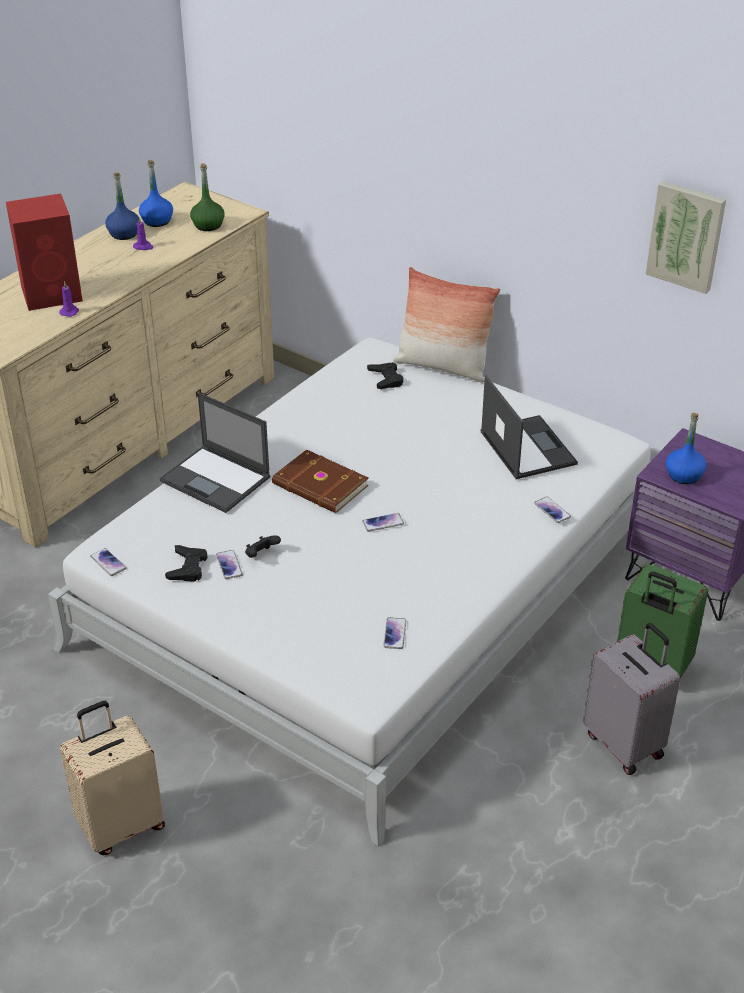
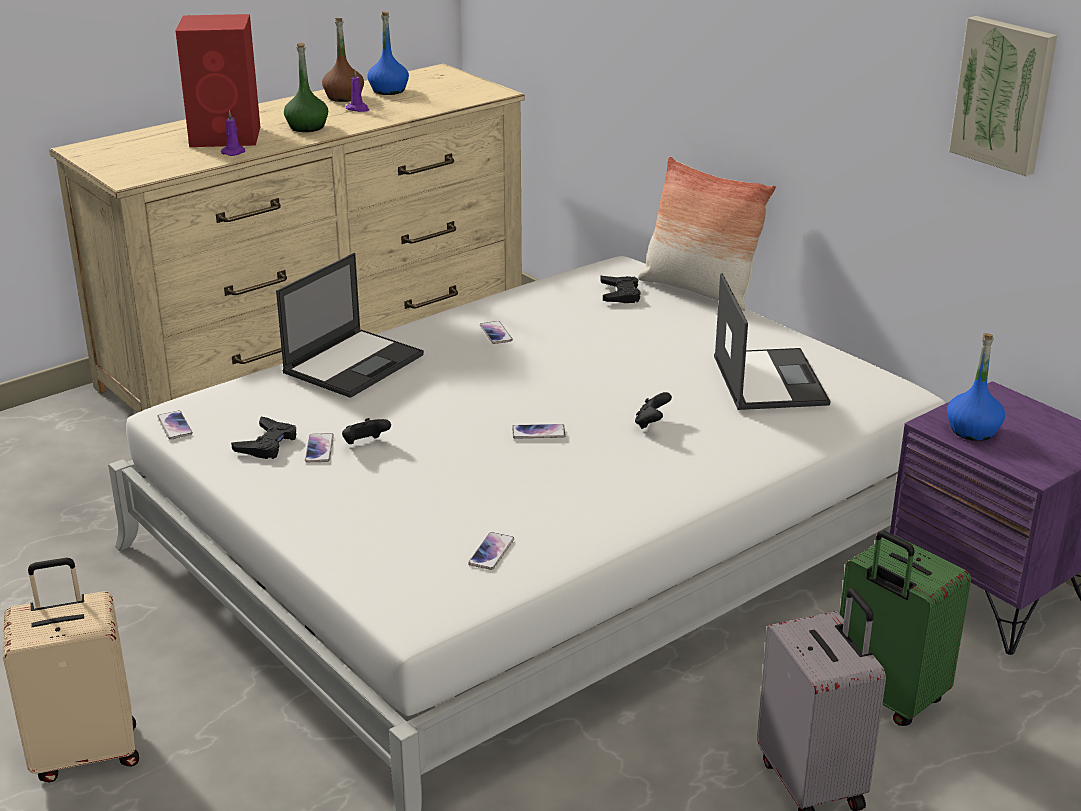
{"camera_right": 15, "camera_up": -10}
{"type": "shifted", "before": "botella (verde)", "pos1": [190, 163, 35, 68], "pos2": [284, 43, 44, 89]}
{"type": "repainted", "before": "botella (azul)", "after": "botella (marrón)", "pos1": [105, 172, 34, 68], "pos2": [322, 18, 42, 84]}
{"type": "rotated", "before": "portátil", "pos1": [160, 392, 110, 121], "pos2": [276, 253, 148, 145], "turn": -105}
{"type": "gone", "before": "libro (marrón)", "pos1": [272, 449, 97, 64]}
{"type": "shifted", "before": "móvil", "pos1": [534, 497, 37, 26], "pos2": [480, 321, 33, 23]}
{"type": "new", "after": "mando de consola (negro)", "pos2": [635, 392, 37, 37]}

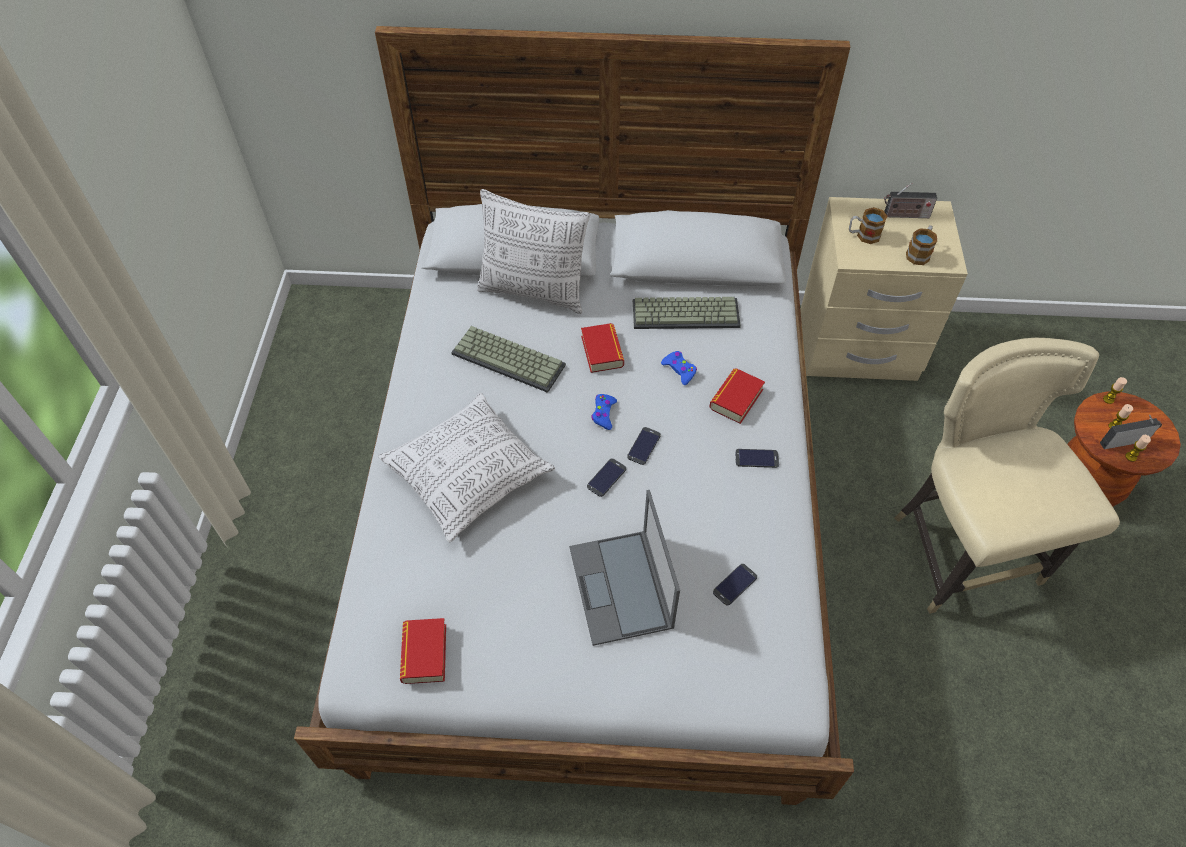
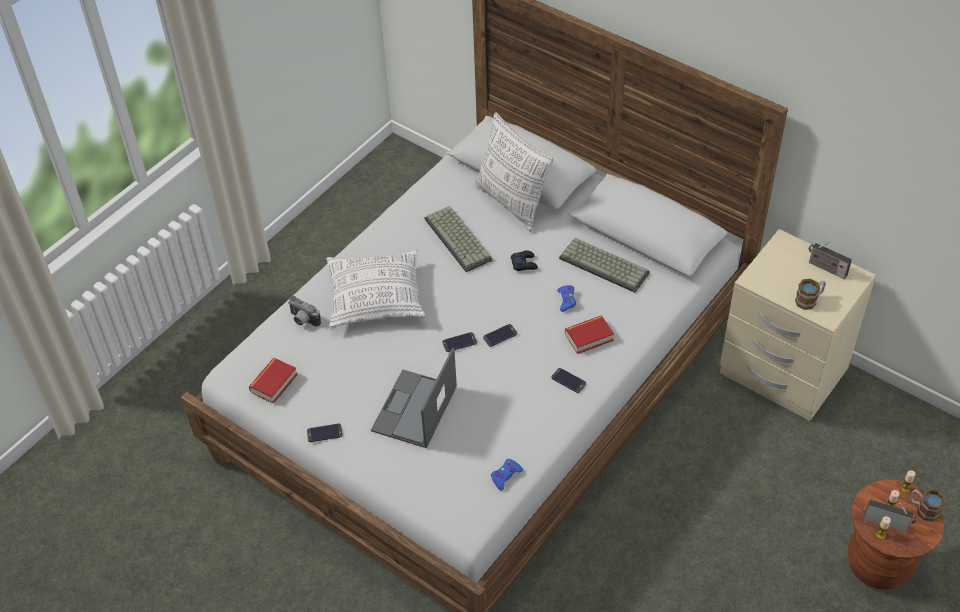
{"camera_right": 35, "camera_up": -5}
{"type": "shifted", "before": "taza grande", "pos1": [849, 207, 38, 37], "pos2": [910, 489, 35, 33]}
{"type": "swapped", "before": "libro", "after": "mando de consola (negro)", "pos1": [581, 323, 43, 50], "pos2": [511, 251, 27, 20]}
{"type": "gone", "before": "silla (beis)", "pos1": [894, 338, 226, 276]}
{"type": "shifted", "before": "mando de consola (azul)", "pos1": [591, 394, 26, 36], "pos2": [491, 459, 32, 31]}
{"type": "shifted", "before": "móvil", "pos1": [713, 564, 44, 41], "pos2": [307, 424, 36, 18]}
{"type": "new", "after": "cámara", "pos2": [288, 296, 33, 31]}

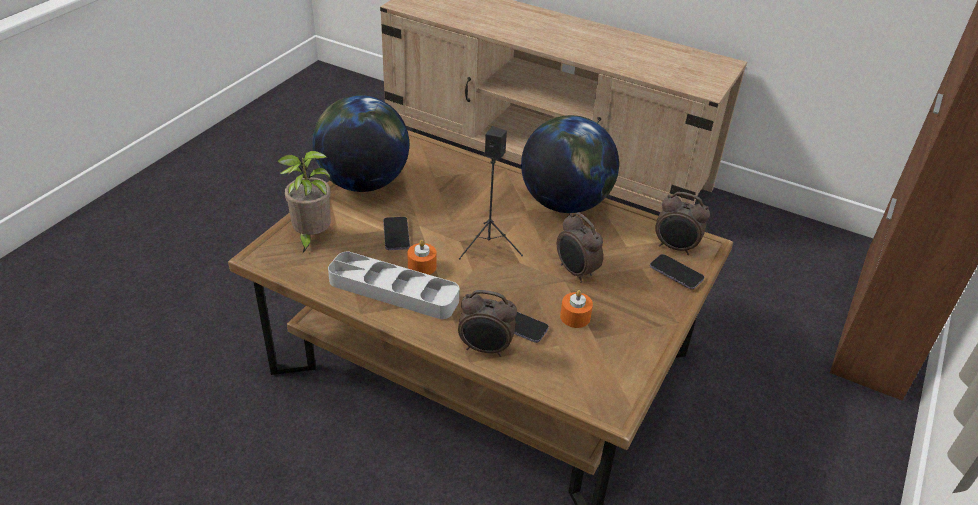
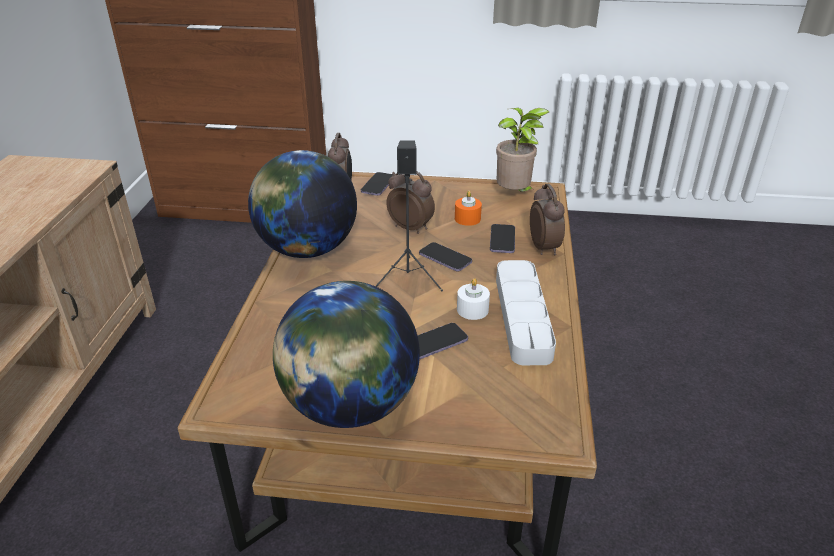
{"camera_right": -110, "camera_up": -5}
{"type": "shifted", "before": "planta en maceta", "pos1": [277, 151, 54, 102], "pos2": [496, 108, 53, 84]}
{"type": "rotated", "before": "despertador", "pos1": [557, 213, 46, 70], "pos2": [386, 172, 49, 62], "turn": -90}
{"type": "repainted", "before": "vela (naranja)", "after": "vela (blanco)", "pos1": [407, 240, 30, 35], "pos2": [457, 278, 33, 42]}
{"type": "new", "after": "móvil", "pos2": [419, 242, 53, 29]}

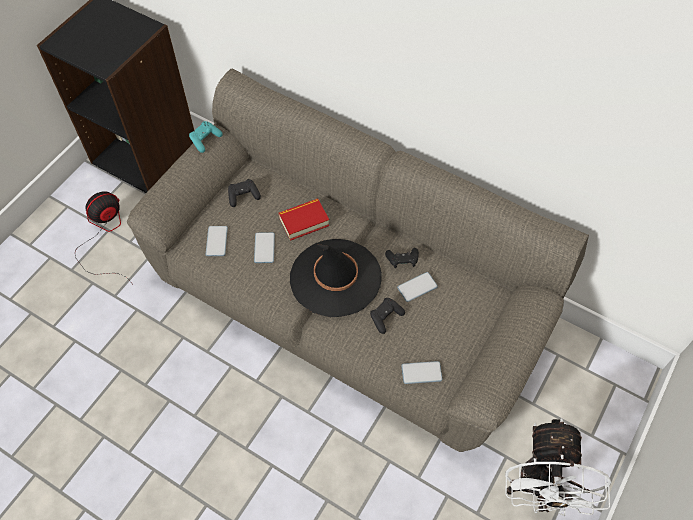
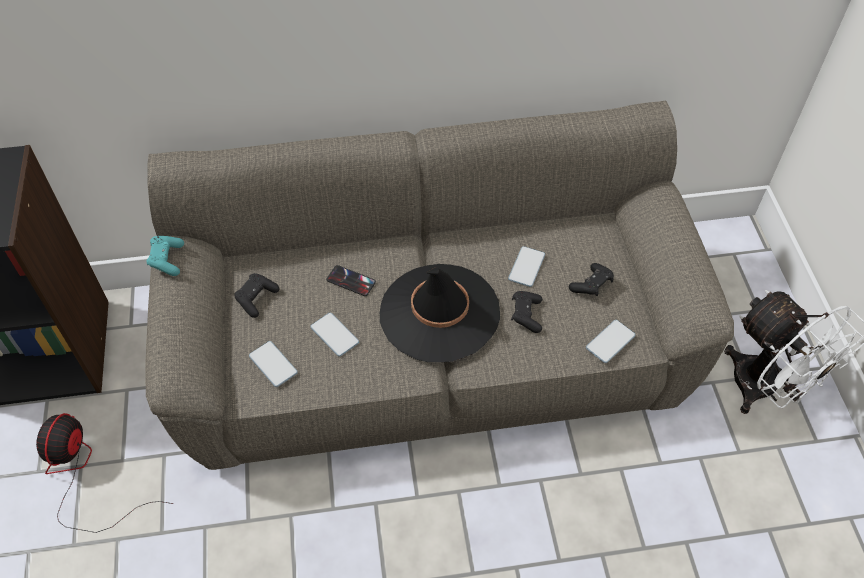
{"camera_right": -40, "camera_up": -5}
{"type": "swapped", "before": "libro", "after": "móvil", "pos1": [279, 199, 50, 42], "pos2": [326, 265, 50, 31]}
{"type": "shifted", "before": "mando de consola (negro)", "pos1": [385, 248, 34, 20], "pos2": [569, 263, 45, 33]}

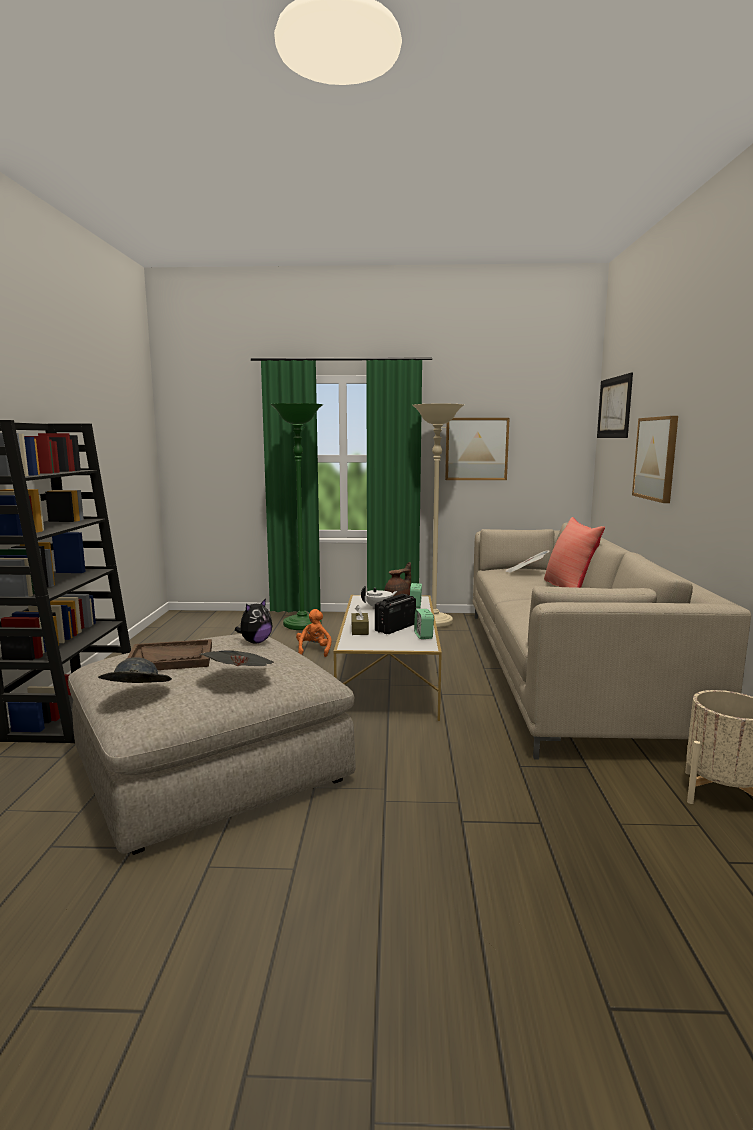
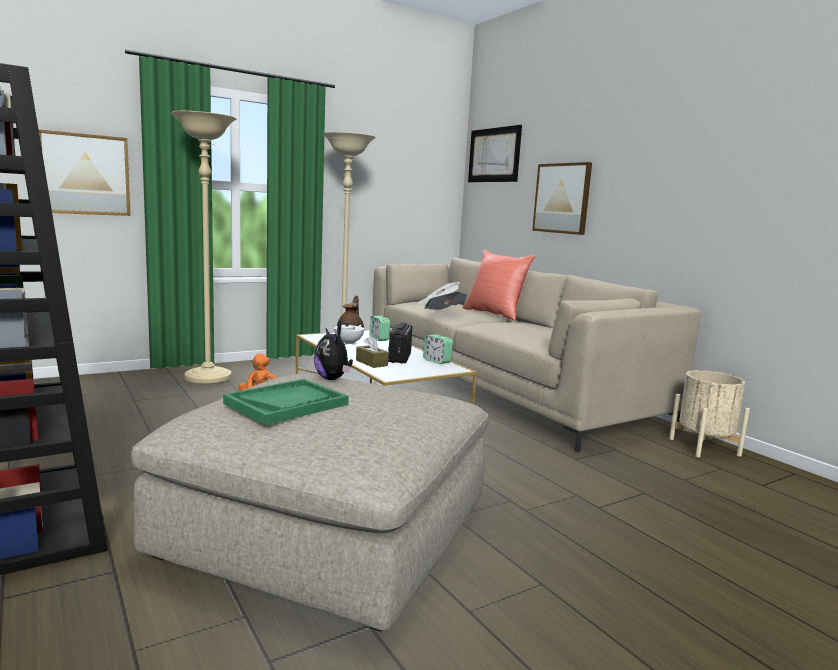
{"camera_right": -35, "camera_up": 0}
{"type": "repainted", "before": "lámpara de pie (verde)", "after": "lámpara de pie (beis)", "pos1": [270, 403, 53, 227], "pos2": [170, 111, 66, 274]}
{"type": "shifted", "before": "cuadro", "pos1": [445, 418, 65, 62], "pos2": [39, 129, 92, 87]}
{"type": "rotated", "before": "peluche", "pos1": [235, 598, 38, 46], "pos2": [314, 328, 39, 52], "turn": 150}
{"type": "repainted", "before": "bandeja (marrón)", "after": "bandeja (verde)", "pos1": [127, 639, 85, 31], "pos2": [223, 379, 126, 46]}
{"type": "shifted", "before": "periódico", "pos1": [200, 650, 74, 16], "pos2": [425, 292, 42, 18]}
{"type": "gone", "before": "sombrero (gris)", "pos1": [98, 657, 74, 26]}

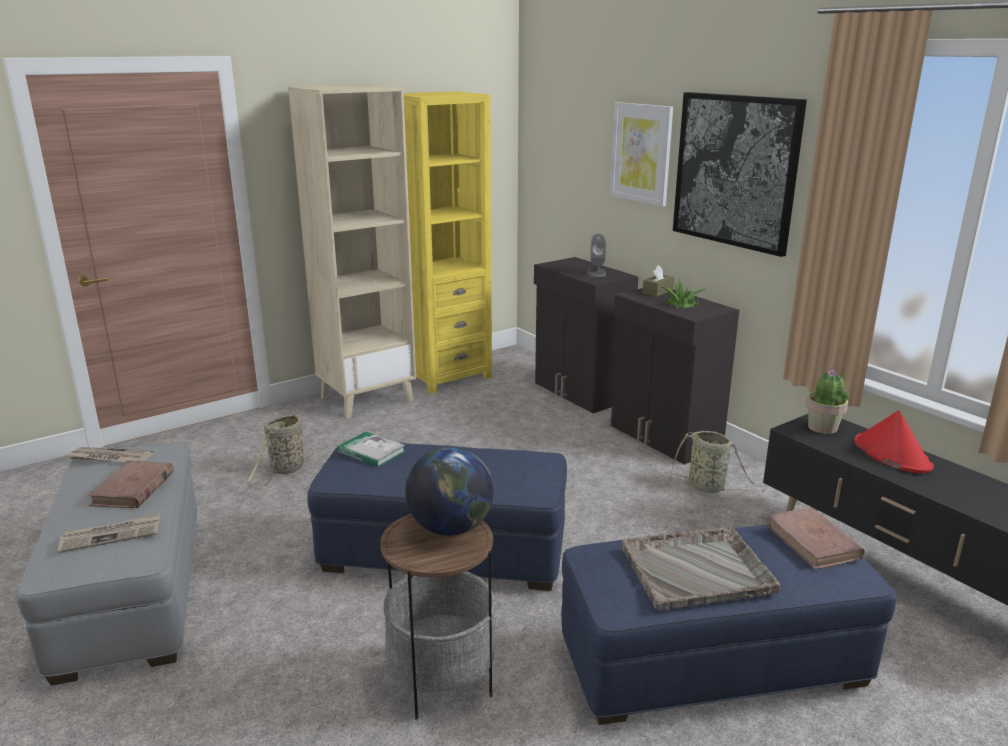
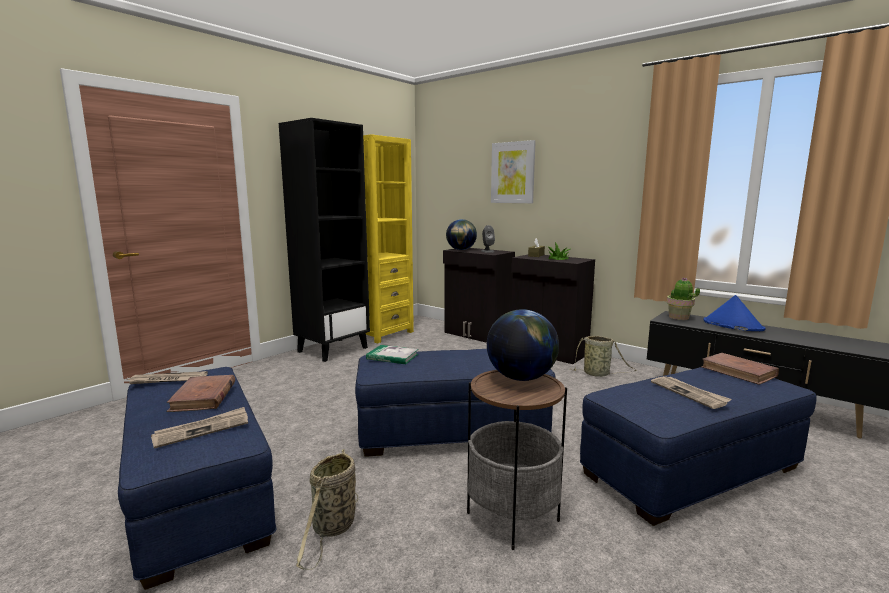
{"camera_right": -15, "camera_up": -10}
{"type": "repainted", "before": "estantería (beis)", "after": "estantería (negro)", "pos1": [288, 85, 128, 334], "pos2": [279, 118, 91, 244]}
{"type": "gone", "before": "cuadro", "pos1": [673, 92, 134, 165]}
{"type": "repainted", "before": "sombrero (rojo)", "after": "sombrero (azul)", "pos1": [854, 410, 80, 63], "pos2": [703, 295, 63, 36]}
{"type": "shifted", "before": "cesta", "pos1": [247, 413, 67, 75], "pos2": [296, 449, 62, 121]}
{"type": "repainted", "before": "puf (gris)", "after": "puf (azul)", "pos1": [16, 442, 182, 244], "pos2": [118, 367, 159, 223]}
{"type": "swapped", "before": "bandeja (gris)", "after": "periódico", "pos1": [621, 527, 159, 83], "pos2": [651, 376, 81, 33]}
{"type": "new", "after": "globo terráqueo", "pos2": [446, 219, 31, 31]}

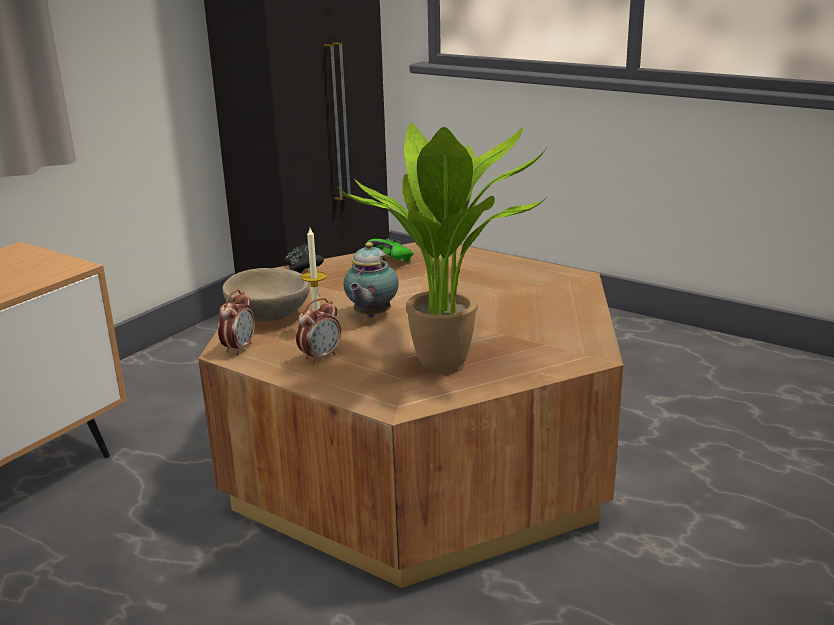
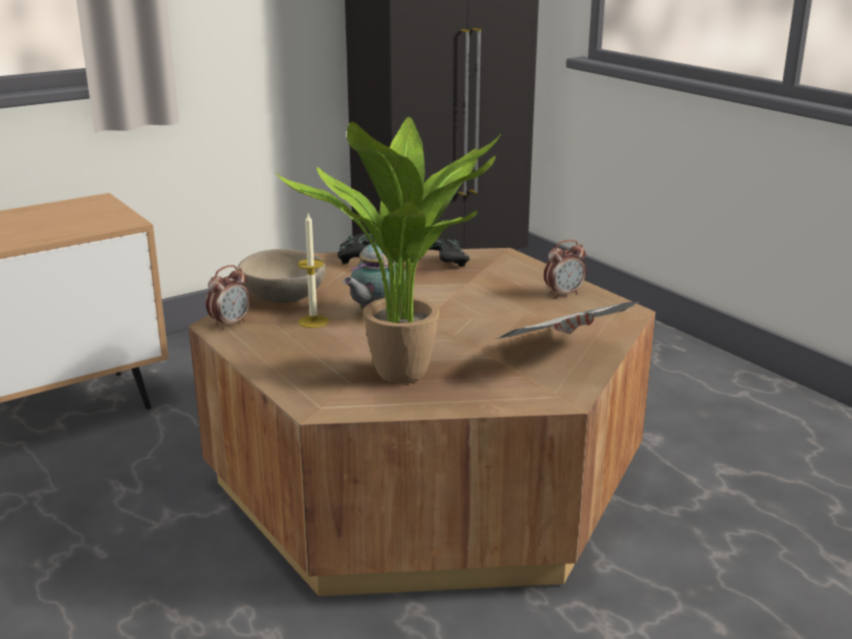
{"camera_right": 20, "camera_up": 0}
{"type": "repainted", "before": "mando de consola (verde)", "after": "mando de consola (negro)", "pos1": [368, 238, 45, 24], "pos2": [430, 238, 39, 29]}
{"type": "shifted", "before": "despertador", "pos1": [296, 298, 45, 66], "pos2": [544, 240, 42, 58]}
{"type": "new", "after": "periódico", "pos2": [496, 301, 144, 38]}

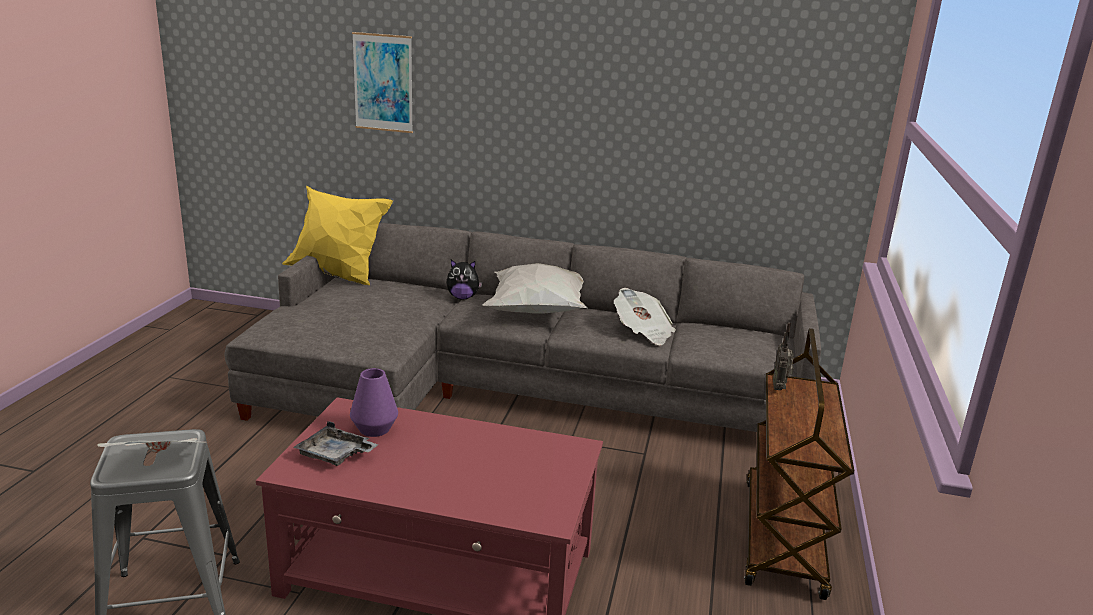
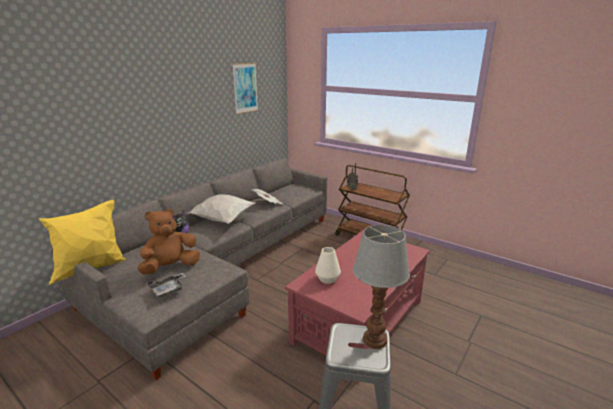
{"camera_right": -65, "camera_up": 0}
{"type": "shifted", "before": "cuadro", "pos1": [352, 32, 61, 101], "pos2": [232, 63, 26, 51]}
{"type": "repainted", "before": "florero (morado)", "after": "florero (blanco)", "pos1": [350, 368, 48, 69], "pos2": [315, 247, 26, 37]}
{"type": "shifted", "before": "bandeja (gris)", "pos1": [293, 421, 85, 45], "pos2": [147, 273, 39, 25]}
{"type": "swapped", "before": "periódico", "after": "lámpara de mesa", "pos1": [97, 438, 108, 15], "pos2": [353, 225, 57, 124]}
{"type": "new", "after": "peluche (marrón)", "pos2": [137, 209, 63, 65]}

